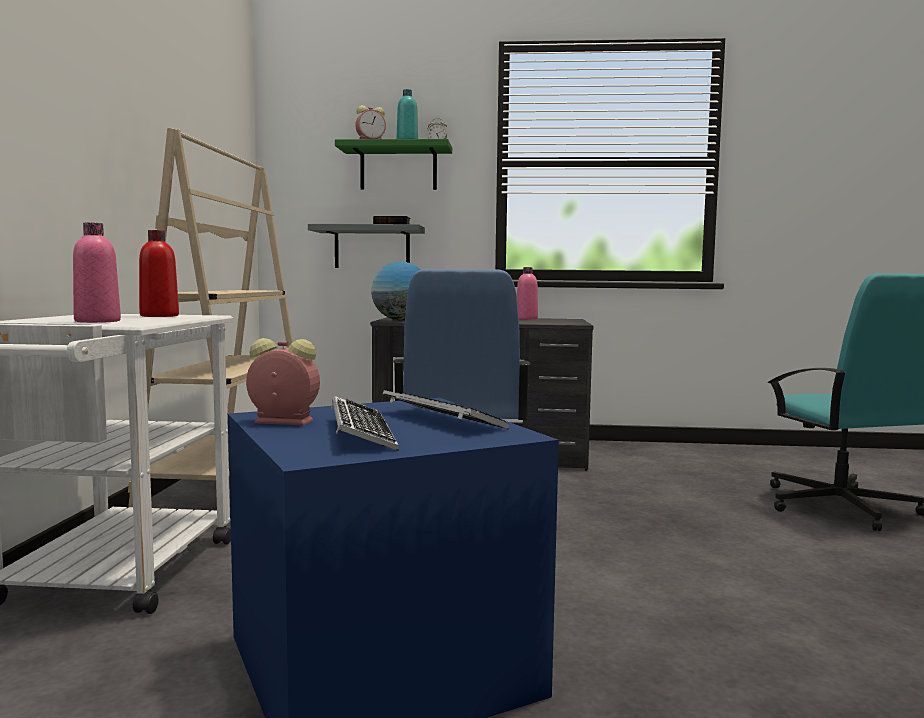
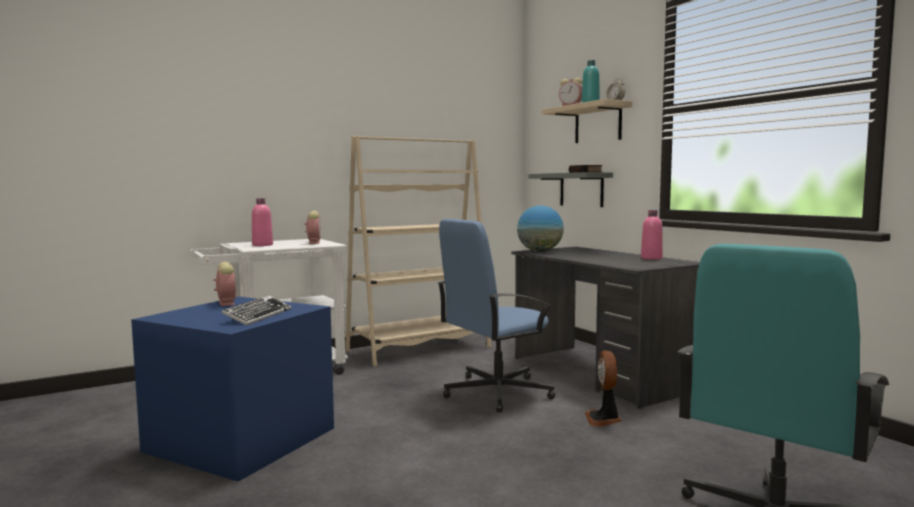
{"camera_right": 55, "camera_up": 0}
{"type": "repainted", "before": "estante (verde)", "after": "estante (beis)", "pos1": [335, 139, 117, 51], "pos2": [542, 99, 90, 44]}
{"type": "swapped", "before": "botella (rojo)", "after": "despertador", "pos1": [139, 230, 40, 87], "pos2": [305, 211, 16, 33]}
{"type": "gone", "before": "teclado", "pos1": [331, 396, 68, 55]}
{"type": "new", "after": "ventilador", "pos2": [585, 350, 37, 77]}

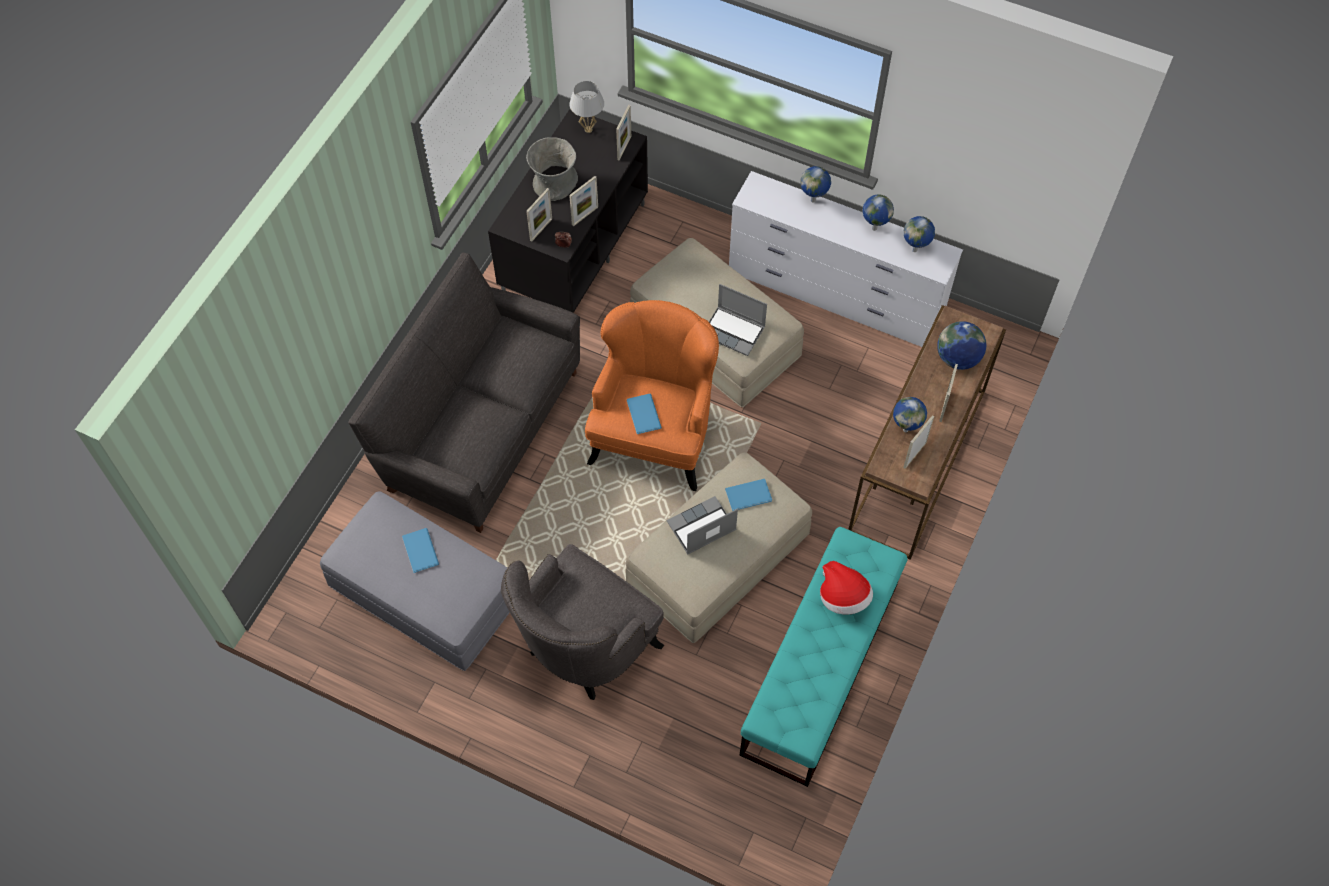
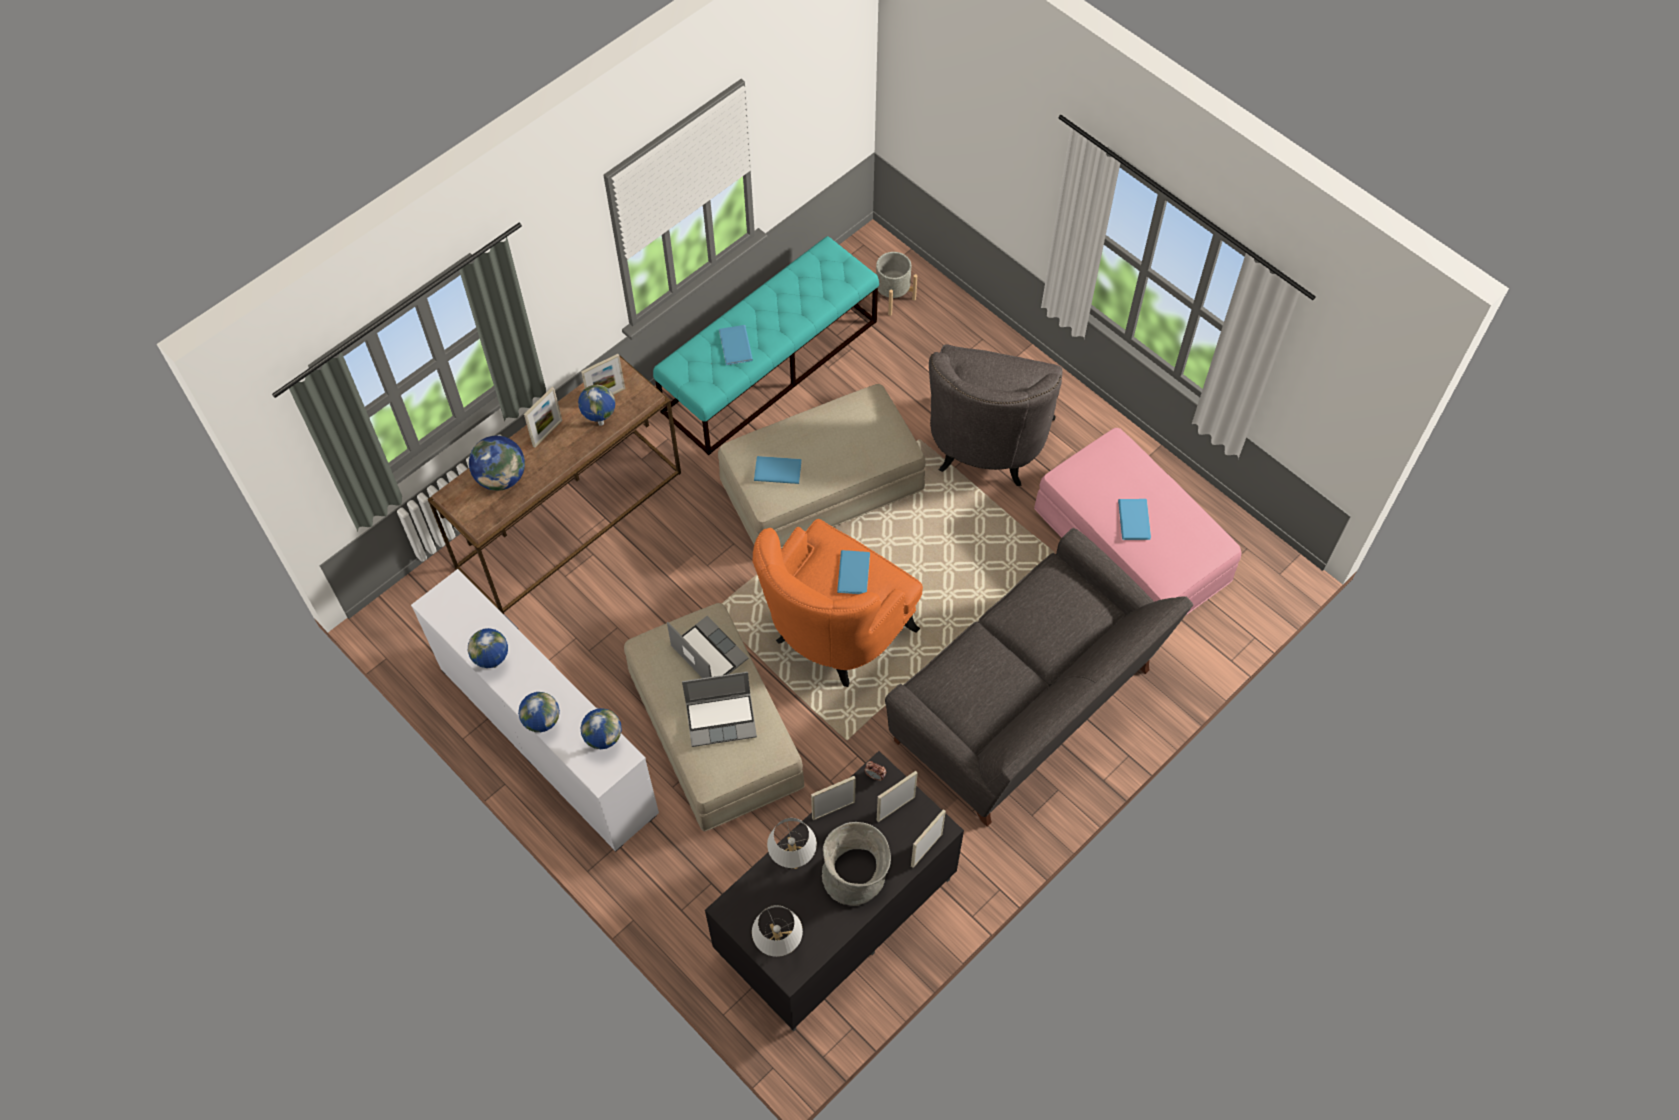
{"camera_right": -160, "camera_up": 0}
{"type": "shifted", "before": "portarretratos", "pos1": [616, 105, 15, 56], "pos2": [911, 809, 35, 59]}
{"type": "shifted", "before": "globo terráqueo", "pos1": [903, 216, 32, 36], "pos2": [580, 708, 42, 41]}
{"type": "repainted", "before": "puf (gris)", "after": "puf (rosa)", "pos1": [320, 491, 190, 180], "pos2": [1034, 428, 208, 188]}
{"type": "shifted", "before": "portátil", "pos1": [667, 496, 71, 58], "pos2": [682, 672, 75, 75]}
{"type": "rotated", "before": "sillón (gris)", "pos1": [501, 544, 163, 156], "pos2": [929, 344, 133, 142], "turn": 135}
{"type": "swapped", "before": "sombrero", "after": "libro (azul)", "pos1": [820, 561, 53, 54], "pos2": [719, 325, 34, 40]}
{"type": "new", "after": "maceta (gris)", "pos2": [869, 252, 48, 64]}
{"type": "new", "after": "lámpara de mesa (blanco)", "pos2": [767, 818, 50, 51]}

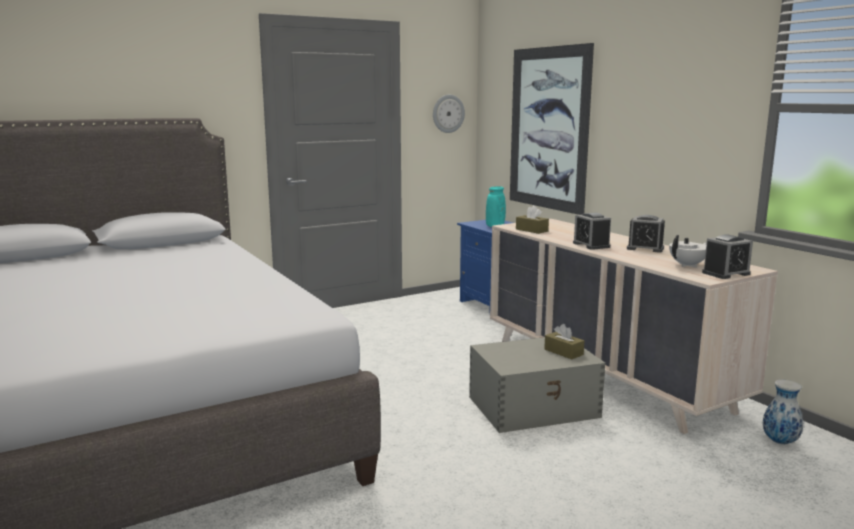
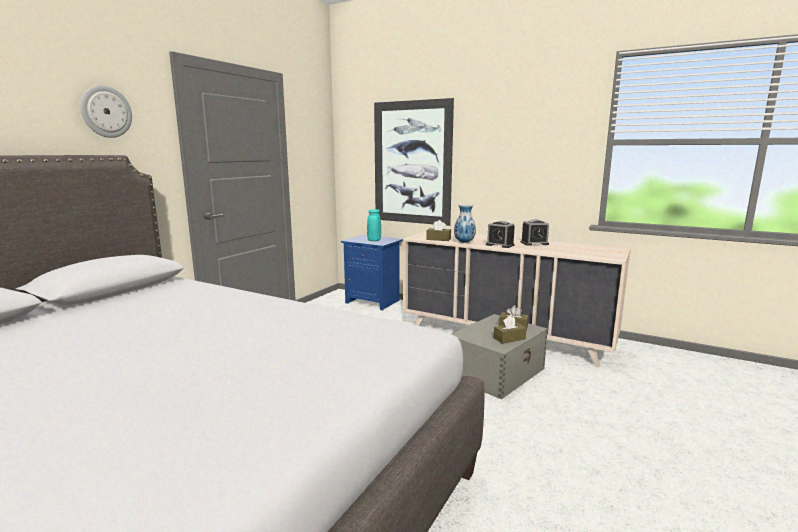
{"camera_right": -30, "camera_up": 0}
{"type": "shifted", "before": "reloj de pared", "pos1": [433, 95, 32, 38], "pos2": [80, 85, 52, 53]}
{"type": "gone", "before": "despertador", "pos1": [702, 234, 51, 45]}
{"type": "gone", "before": "tetera (blanco)", "pos1": [669, 235, 38, 33]}
{"type": "shifted", "before": "florero", "pos1": [763, 380, 40, 65], "pos2": [454, 204, 22, 39]}
{"type": "new", "after": "caja de pañuelos (marrón)", "pos2": [494, 315, 32, 29]}

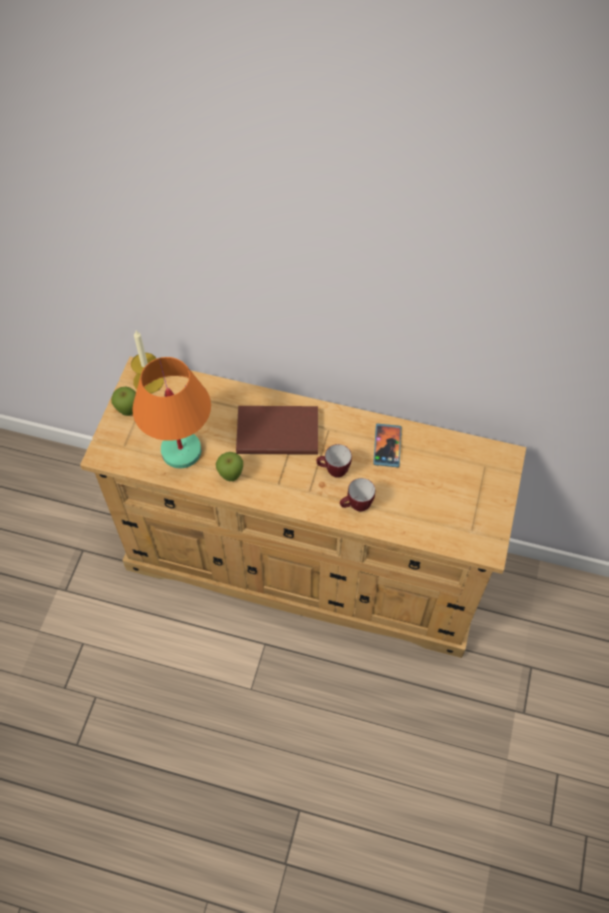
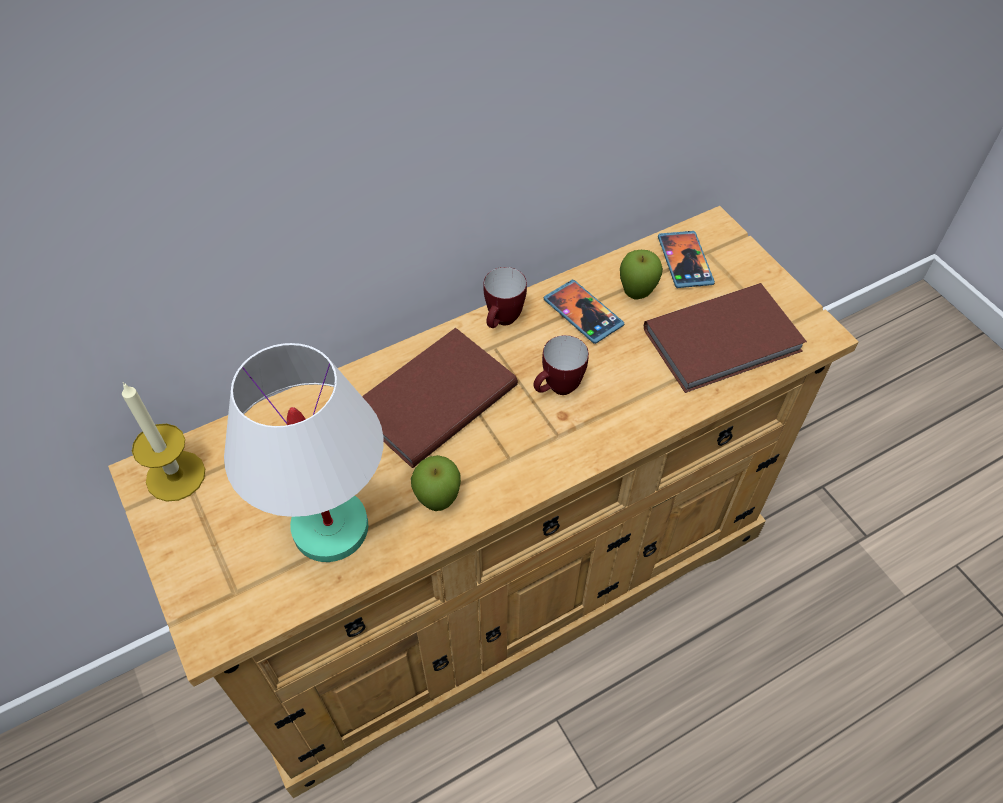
{"camera_right": -45, "camera_up": -5}
{"type": "repainted", "before": "lámpara de mesa (naranja)", "after": "lámpara de mesa (blanco)", "pos1": [132, 357, 79, 112], "pos2": [224, 343, 160, 219]}
{"type": "shifted", "before": "manzana", "pos1": [111, 386, 25, 30], "pos2": [620, 250, 43, 49]}
{"type": "shifted", "before": "taza grande", "pos1": [340, 478, 35, 33], "pos2": [483, 267, 44, 61]}
{"type": "new", "after": "móvil", "pos2": [658, 231, 57, 57]}
{"type": "new", "after": "libro (marrón)", "pos2": [644, 283, 163, 110]}

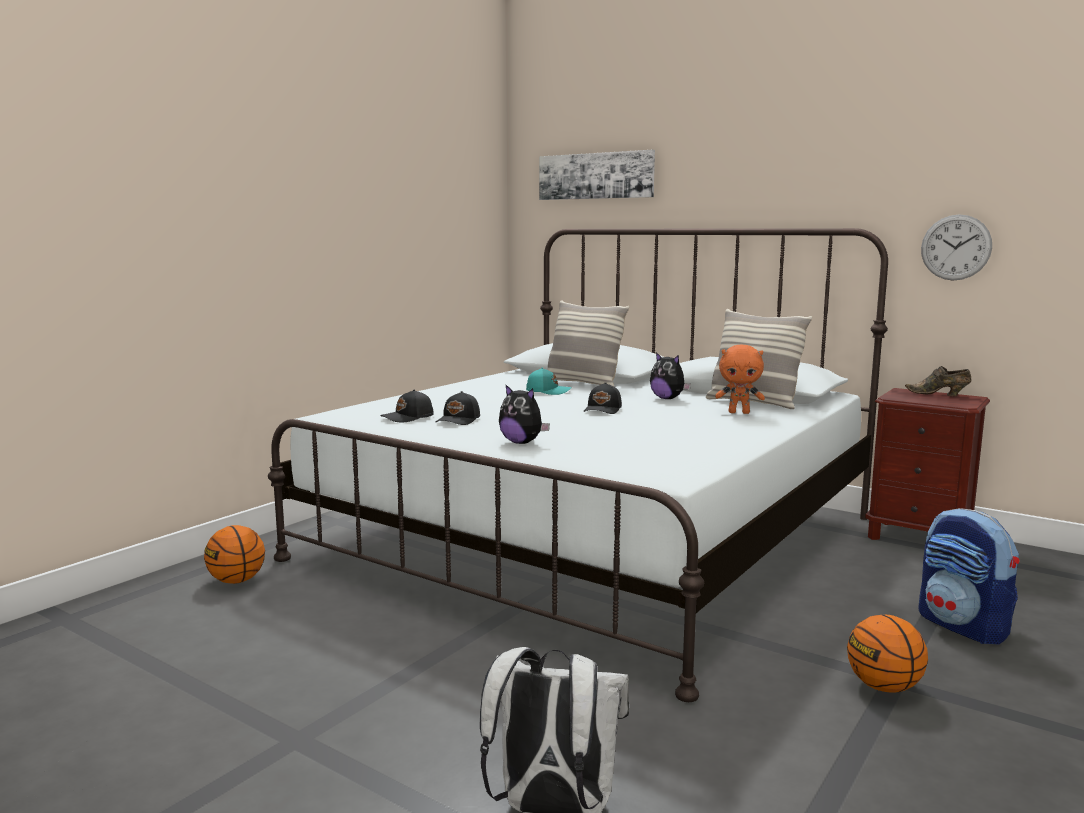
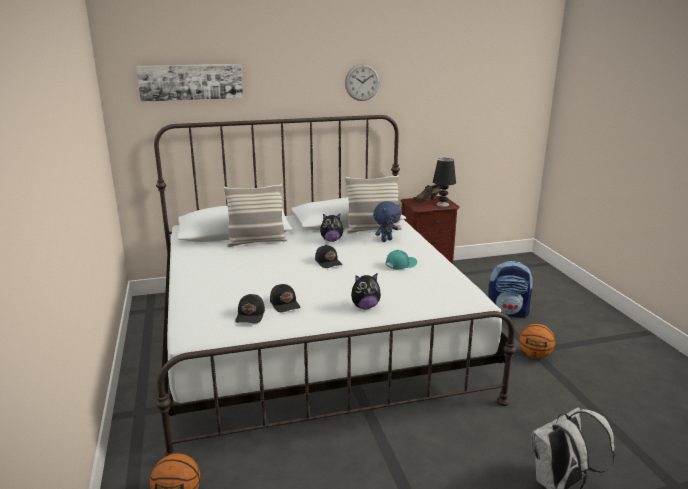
{"camera_right": -50, "camera_up": 10}
{"type": "shifted", "before": "reloj de pared", "pos1": [921, 214, 71, 67], "pos2": [345, 63, 35, 38]}
{"type": "repainted", "before": "peluche (naranja)", "after": "peluche (azul)", "pos1": [715, 345, 50, 69], "pos2": [373, 201, 28, 41]}
{"type": "shifted", "before": "gorra (turquesa)", "pos1": [526, 368, 46, 27], "pos2": [386, 250, 31, 19]}
{"type": "new", "after": "lámpara de mesa (negro)", "pos2": [433, 158, 23, 49]}

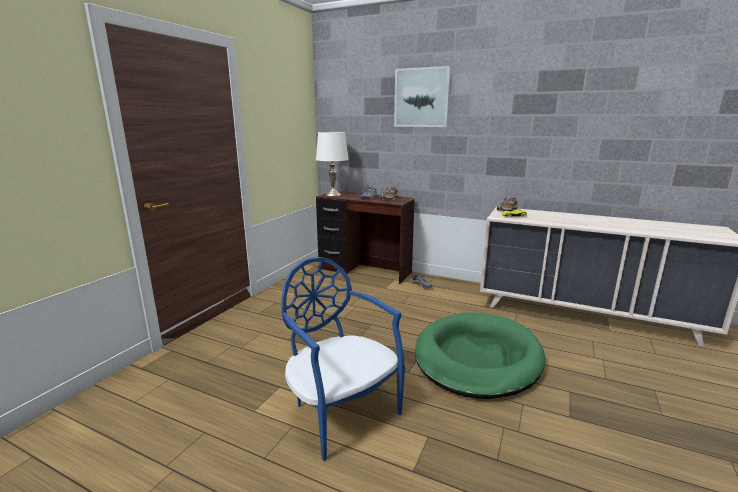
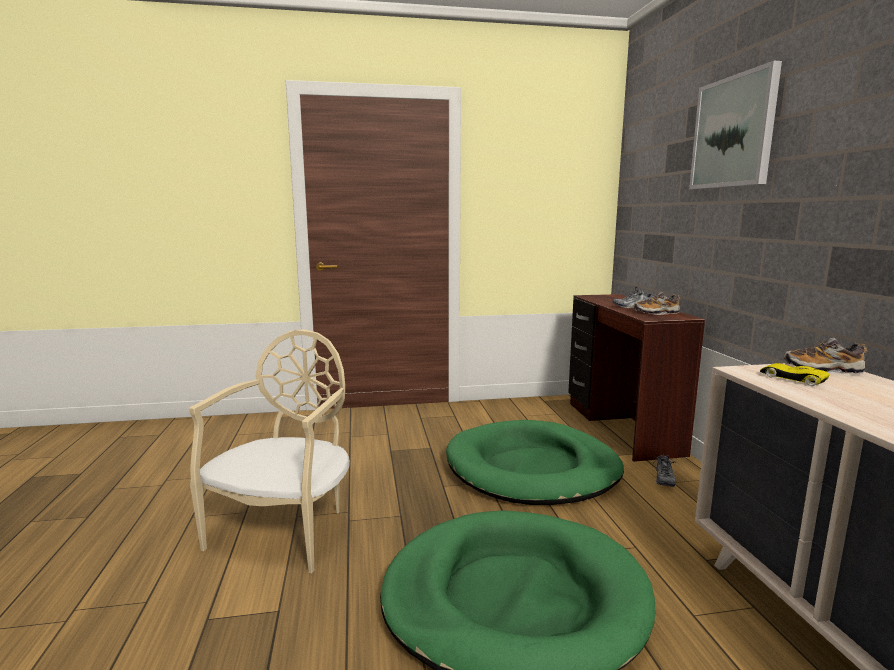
{"camera_right": 55, "camera_up": -5}
{"type": "gone", "before": "lámpara de mesa (blanco)", "pos1": [316, 132, 33, 64]}
{"type": "repainted", "before": "silla (azul)", "after": "silla (beis)", "pos1": [281, 257, 124, 204], "pos2": [189, 329, 161, 244]}
{"type": "new", "after": "cama para perro (verde)", "pos2": [446, 420, 178, 85]}

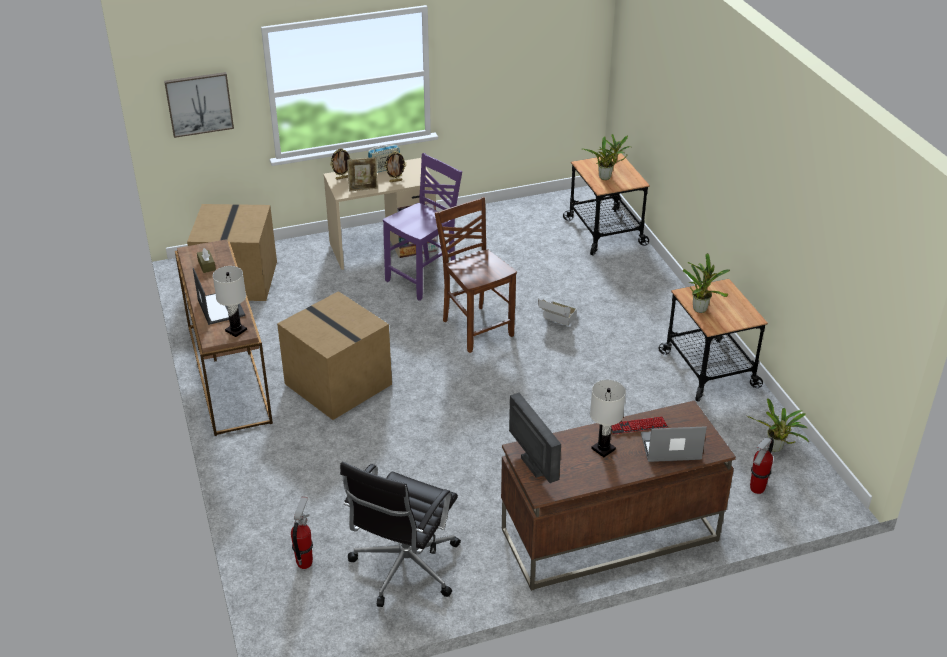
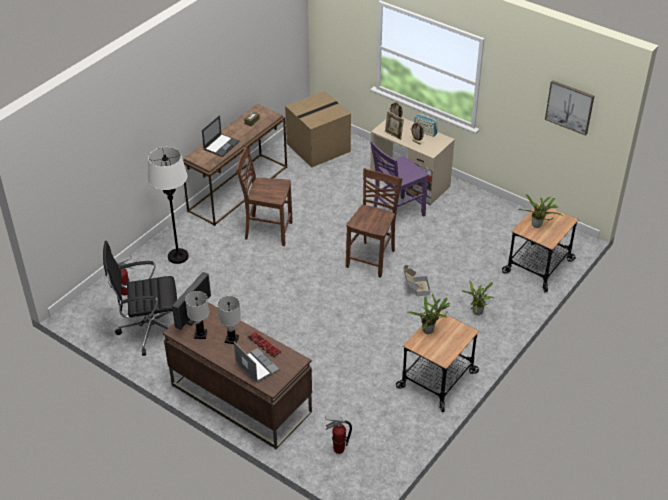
{"camera_right": 55, "camera_up": 5}
{"type": "shifted", "before": "cuadro", "pos1": [164, 72, 70, 66], "pos2": [545, 80, 49, 56]}
{"type": "rotated", "before": "silla (morado)", "pos1": [383, 153, 79, 148], "pos2": [370, 141, 58, 83], "turn": 135}
{"type": "shifted", "before": "lámpara de mesa (blanco)", "pos1": [213, 266, 34, 71], "pos2": [185, 291, 24, 48]}
{"type": "swapped", "before": "caja de cartón", "after": "silla (marrón)", "pos1": [277, 291, 115, 129], "pos2": [236, 145, 57, 101]}
{"type": "shifted", "before": "planta en maceta", "pos1": [746, 398, 63, 54], "pos2": [462, 280, 32, 35]}
{"type": "new", "after": "lámpara de pie (blanco)", "pos2": [148, 147, 41, 117]}

